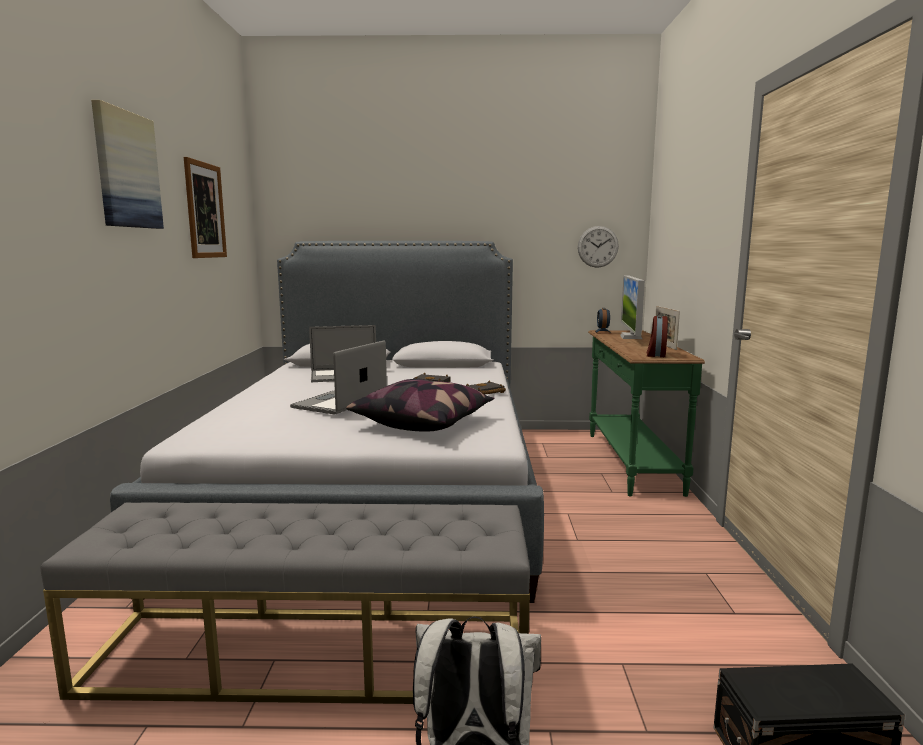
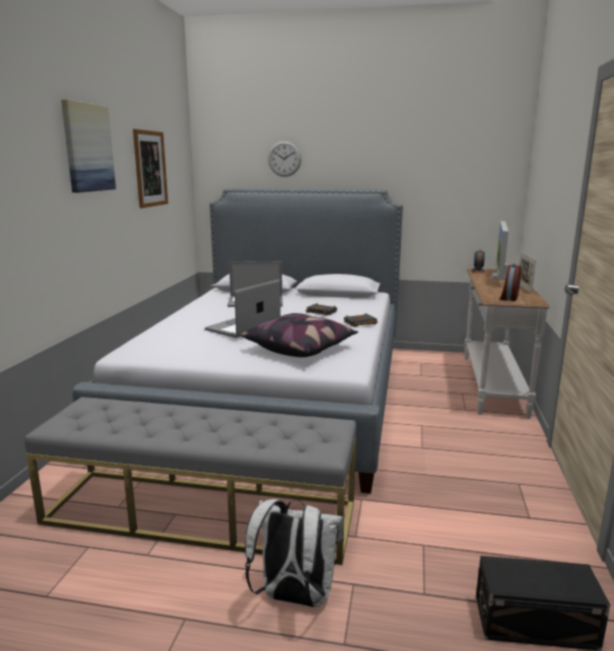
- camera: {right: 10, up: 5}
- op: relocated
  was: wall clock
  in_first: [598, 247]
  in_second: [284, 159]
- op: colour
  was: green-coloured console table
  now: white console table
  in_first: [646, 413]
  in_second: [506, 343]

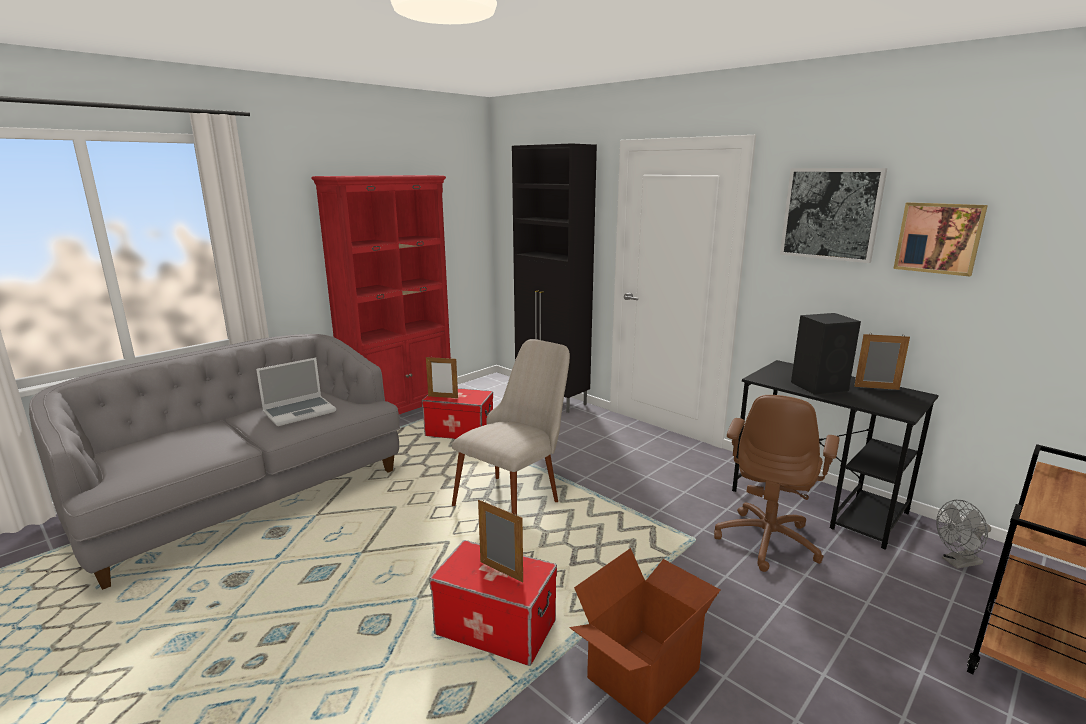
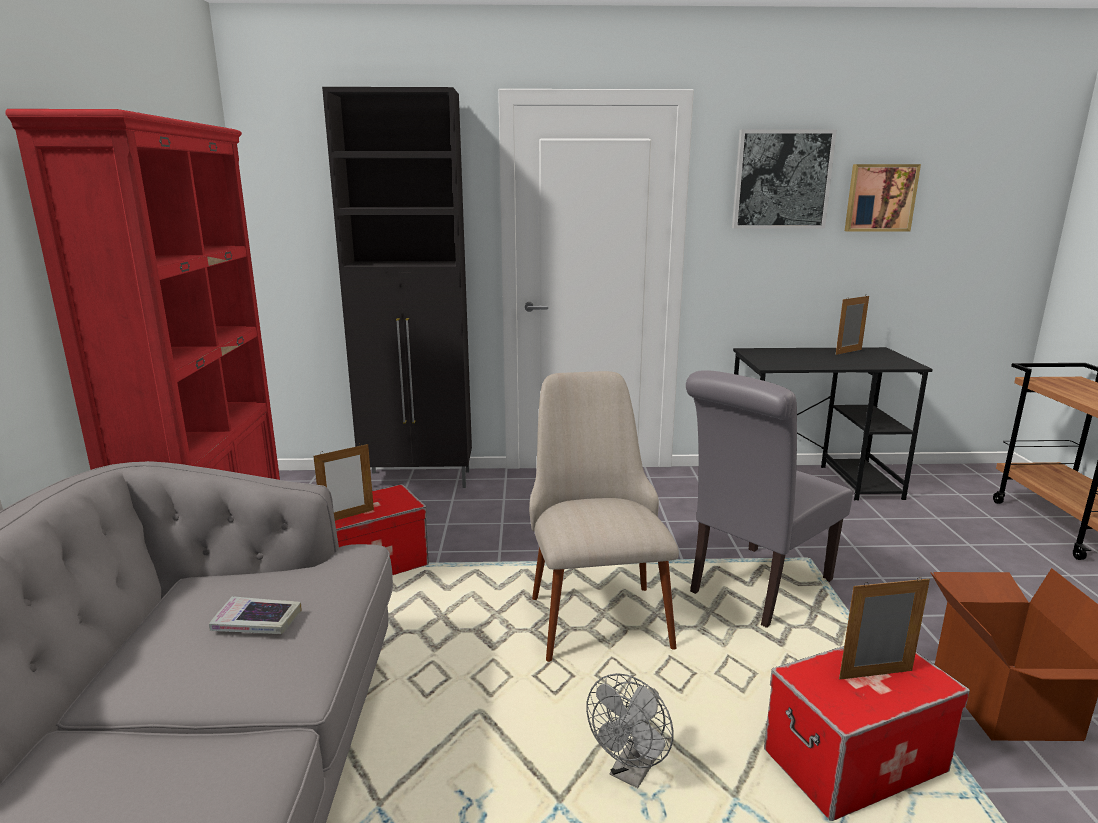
- camera: {right: -45, up: 0}
- op: missing
  was: brownish desk chair
  in_first: [777, 483]
- op: missing
  was: black-coloured loudspeaker
  in_first: [826, 354]
- op: appeared
  now: gray upright chair
  in_second: [769, 499]
- op: relocated
  was: gray fan
  in_first: [963, 534]
  in_second: [630, 730]
- op: exchanged
  was: laptop
  now: bound book
  in_first: [296, 392]
  in_second: [255, 615]

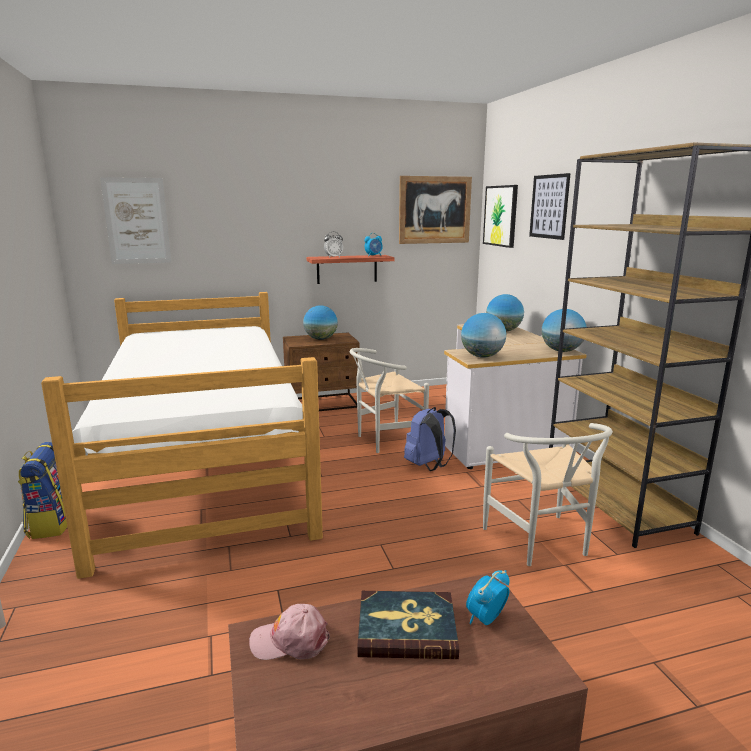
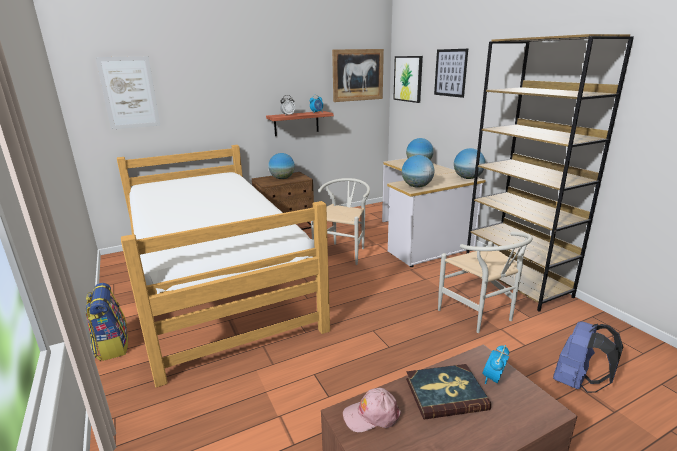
- camera: {right: -10, up: 5}
- op: relocated
  was: blue rucksack
  in_first: [430, 439]
  in_second: [588, 357]
- op: spun
  was: white upright chair
  in_first: [389, 400]
  in_second: [340, 221]
  clockwise: 150

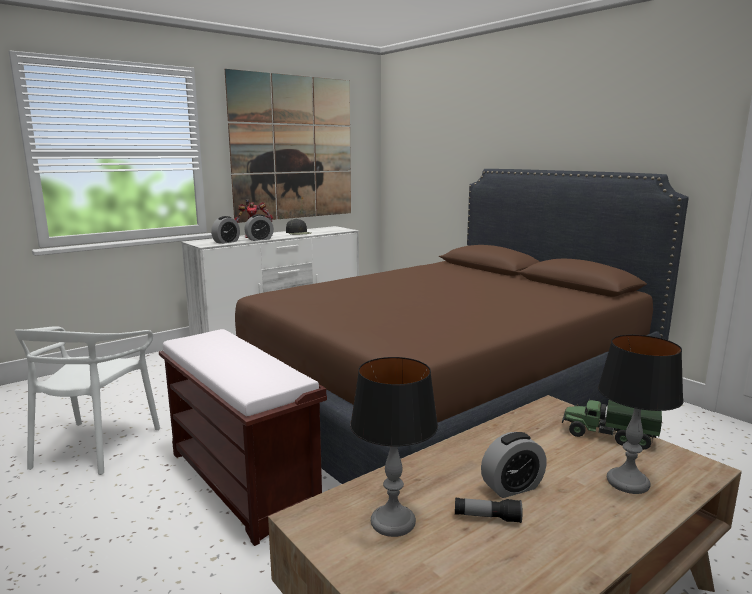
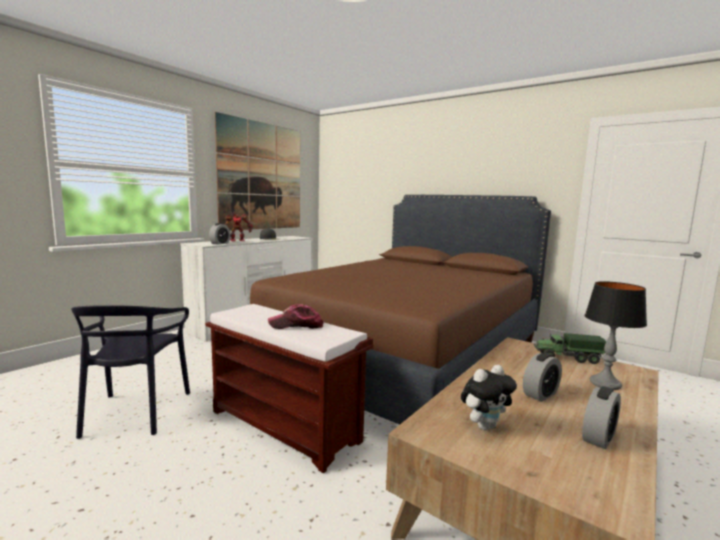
- camera: {right: -15, up: -5}
- op: missing
  was: flashlight
  in_first: [488, 510]
- op: appeared
  now: baseball cap
  in_second: [296, 316]
- op: relocated
  was: bedside clock
  in_first: [259, 227]
  in_second: [601, 417]
- op: exchanged
  was: lamp for a table
  now: plush toy
  in_first: [394, 447]
  in_second: [489, 397]
- op: colour
  was: white upright chair
  now: black-coloured upright chair
  in_first: [87, 400]
  in_second: [130, 372]

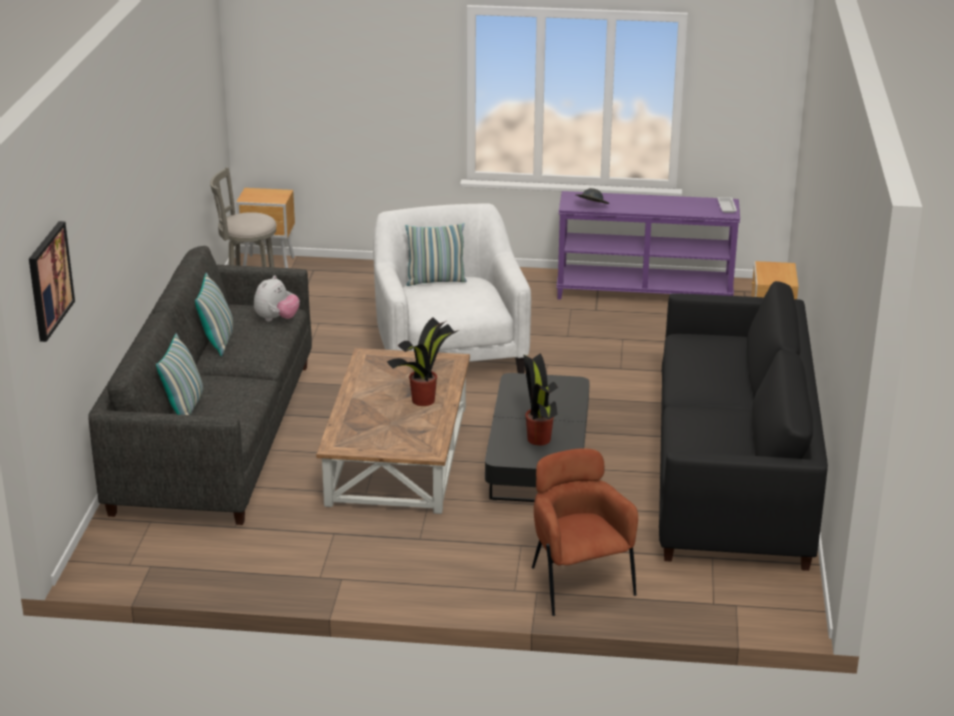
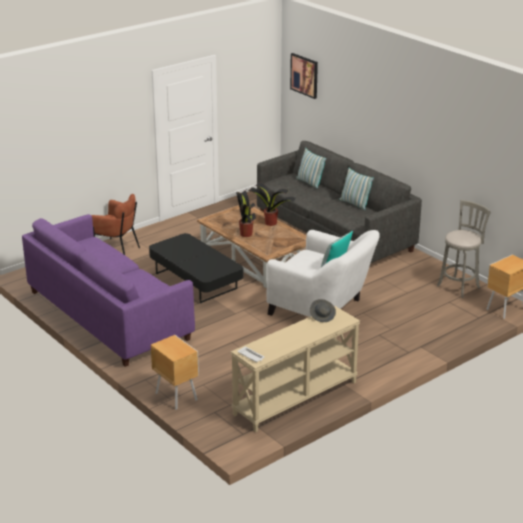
- camera: {right: 135, up: 0}
- op: missing
  was: plush toy
  in_first: [277, 298]
- op: relocated
  was: potted plant
  in_first: [540, 399]
  in_second: [272, 204]
- op: colour
  was: purple-coloured console table
  now: beige console table
  in_first: [648, 245]
  in_second: [295, 369]
- op: colour
  was: black-coloured sofa
  now: purple-coloured sofa
  in_first: [743, 426]
  in_second: [108, 290]

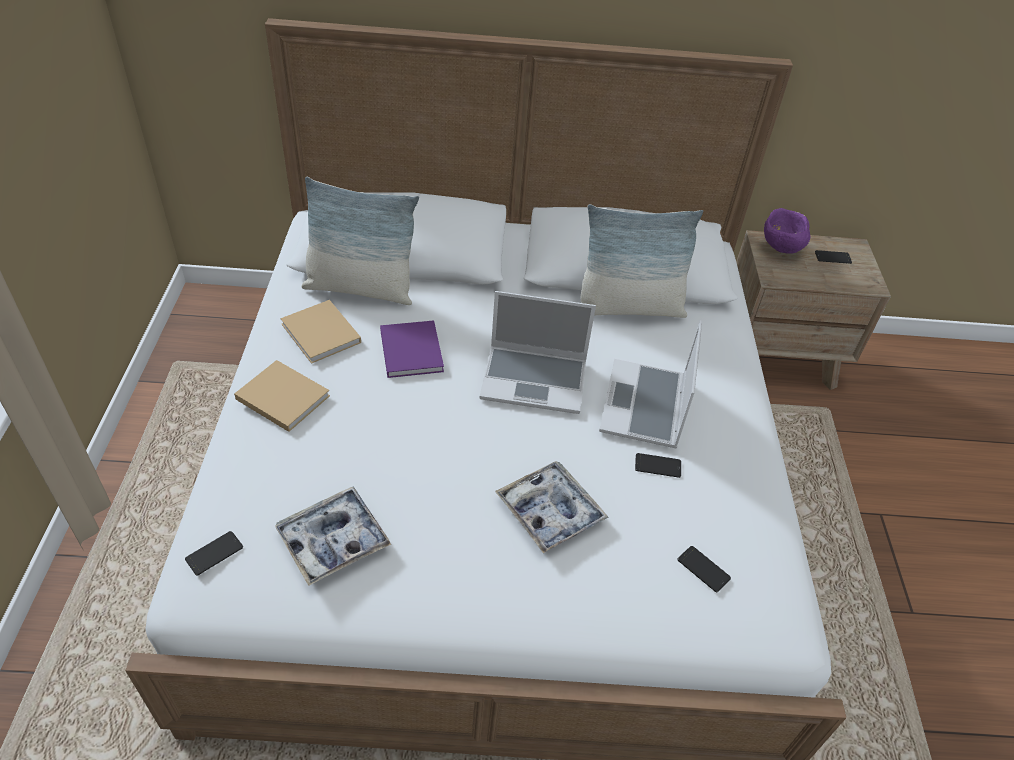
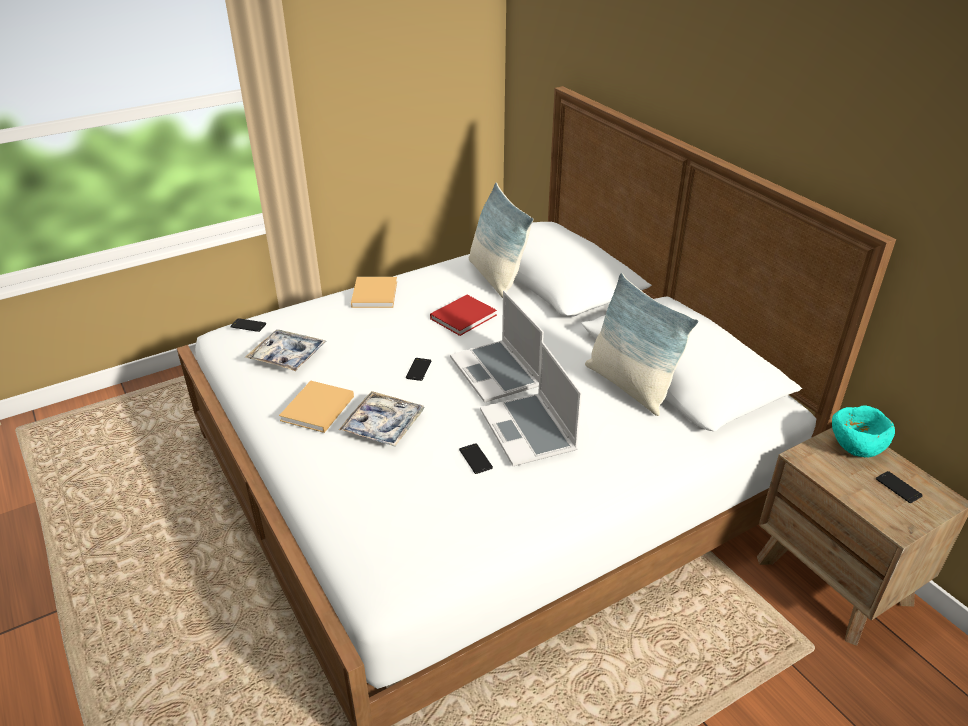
- camera: {right: 60, up: -10}
- op: relocated
  was: beige bound book
  in_first: [320, 332]
  in_second: [316, 406]
- op: relocated
  was: phone
  in_first: [704, 569]
  in_second: [418, 369]
- op: colour
  was: purple-coloured bound book
  now: red-coloured bound book
  in_first: [412, 349]
  in_second: [463, 315]
- op: colour
  was: purple-coloured serving bowl
  now: blue-green serving bowl
  in_first: [787, 231]
  in_second: [863, 431]
- op: spun
  was: laptop
  in_first: [650, 384]
  in_second: [531, 403]
  clockwise: -90

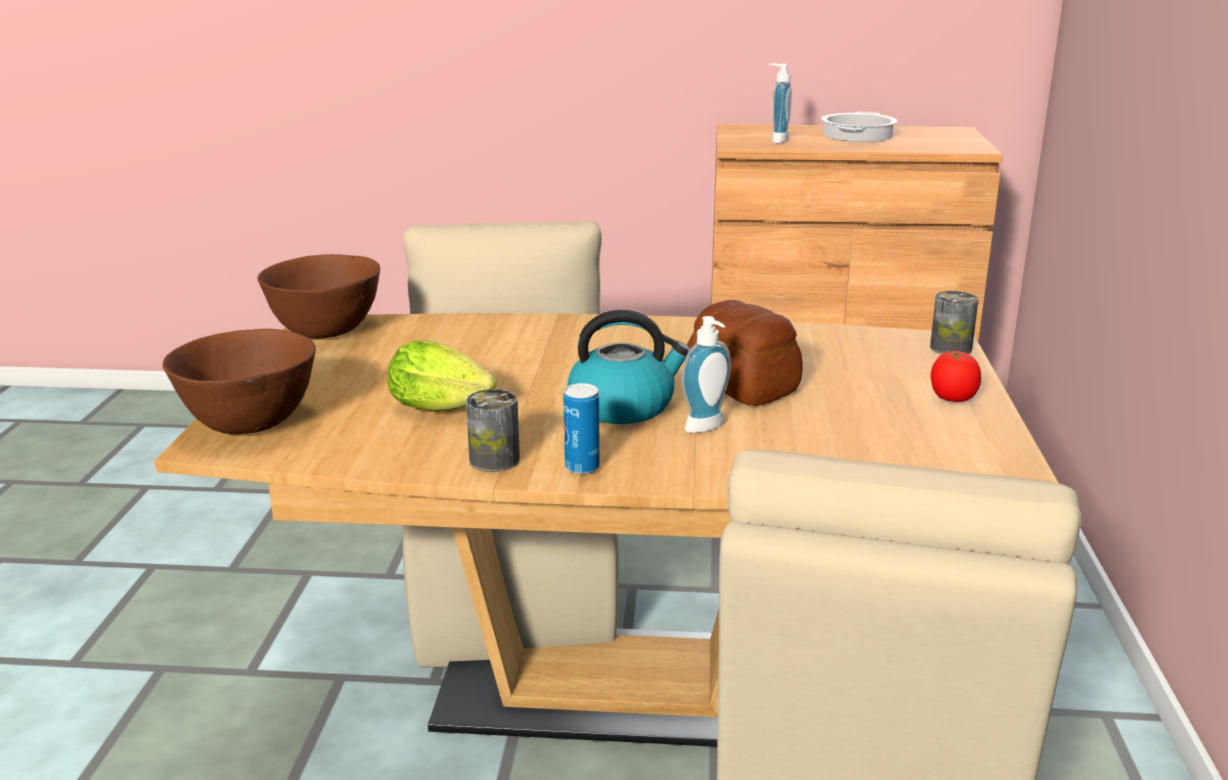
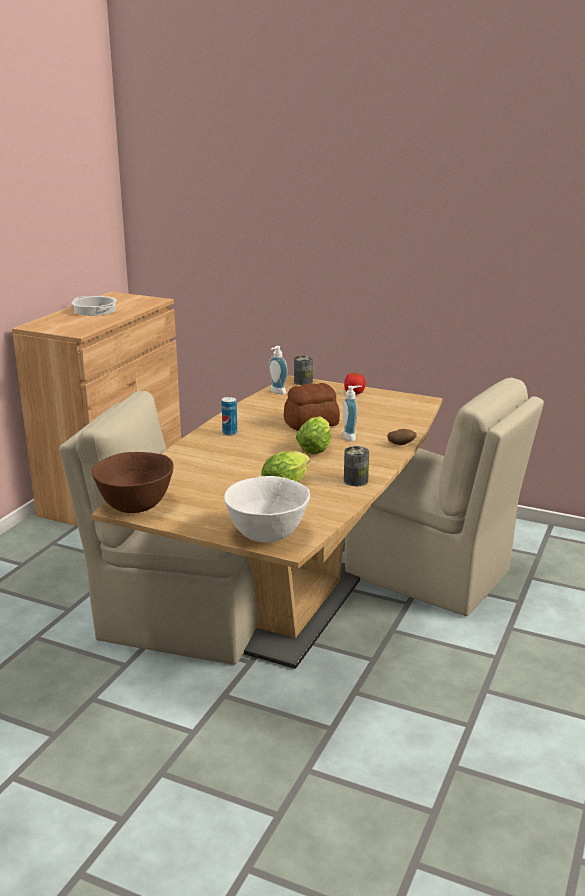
- camera: {right: -70, up: 0}
- op: appeared
  now: whole potato
  in_second: [402, 437]
- op: relocated
  was: metal can
  in_first: [581, 428]
  in_second: [229, 416]
- op: relocated
  was: liquid soap bottle
  in_first: [780, 103]
  in_second: [278, 370]
- op: exchanged
  was: water kettle
  now: head of lettuce
  in_first: [628, 367]
  in_second: [313, 435]
- op: colour
  was: brownish serving bowl
  now: white serving bowl
  in_first: [239, 381]
  in_second: [267, 509]

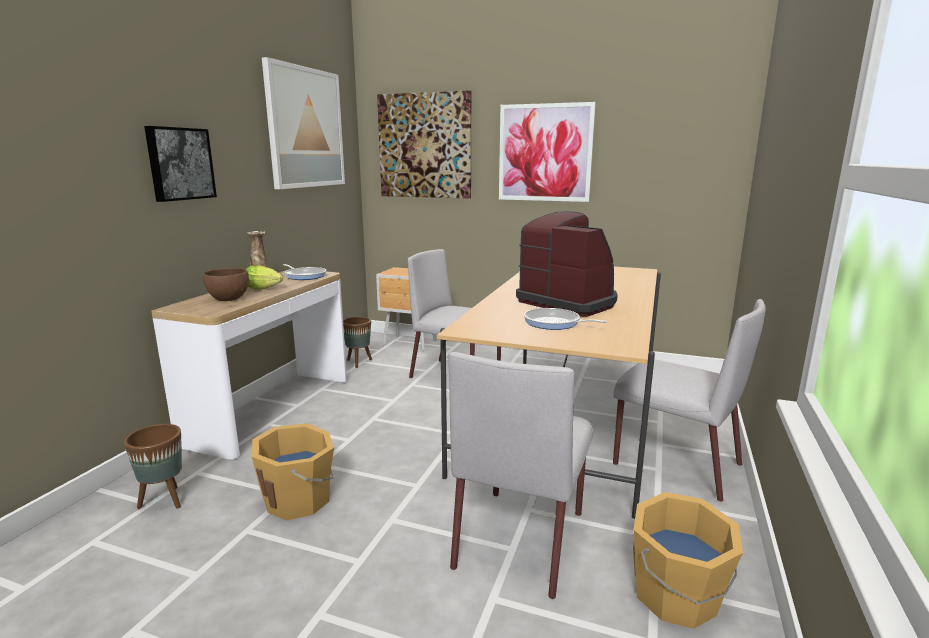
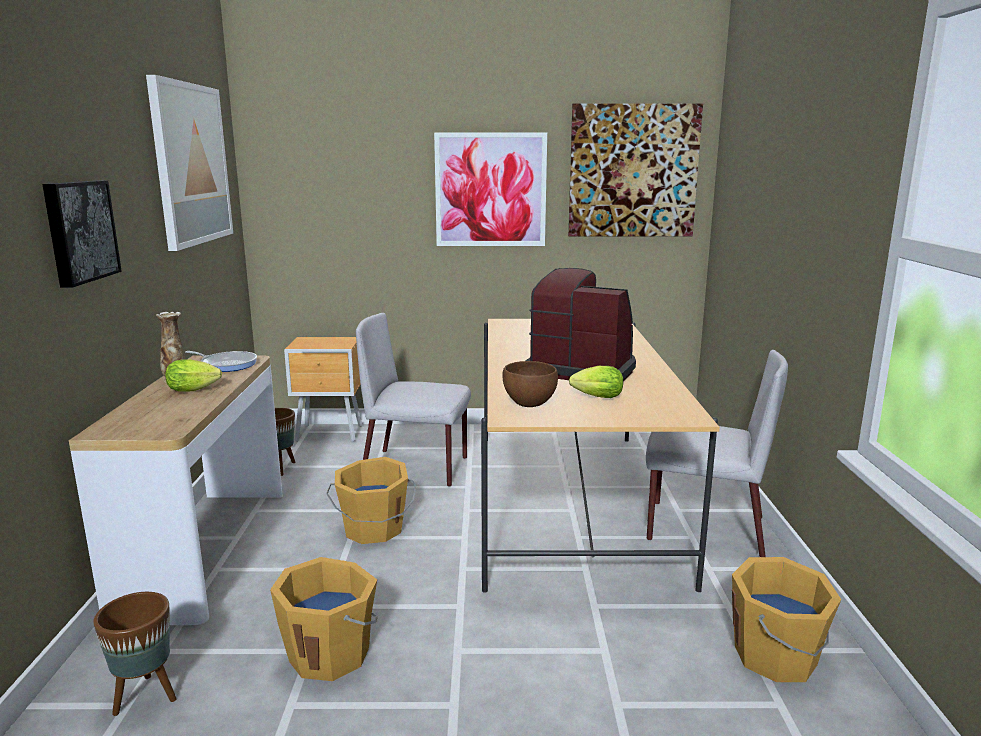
- camera: {right: -20, up: 0}
- op: missing
  was: gray upright chair
  in_first: [520, 475]
- op: appeared
  now: orange bucket
  in_second: [371, 500]
- op: relocated
  was: brownish serving bowl
  in_first: [226, 284]
  in_second: [530, 384]
- op: relocated
  was: wall picture
  in_first: [424, 144]
  in_second: [635, 169]
- op: exchanged
  was: pan
  now: head of lettuce
  in_first: [565, 319]
  in_second: [596, 382]

